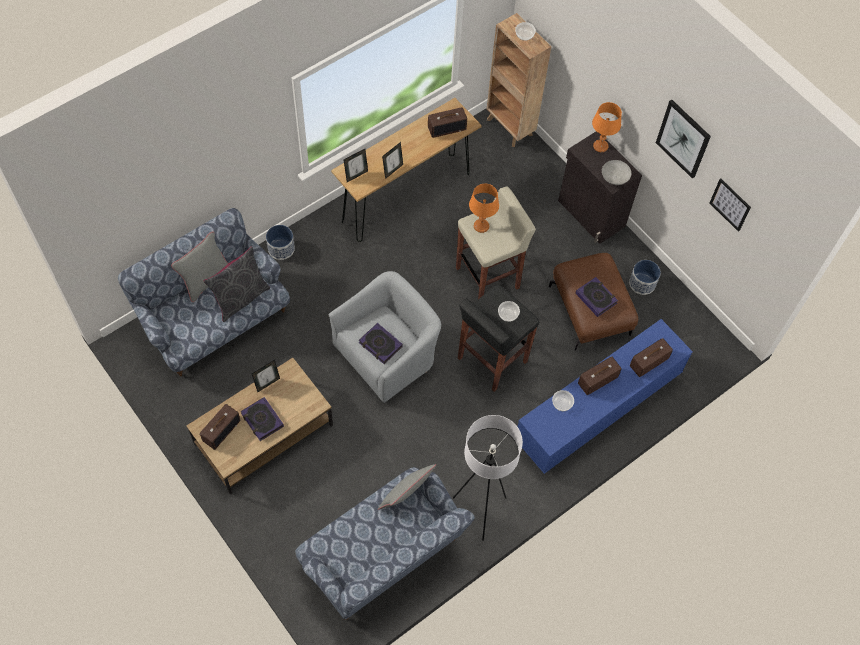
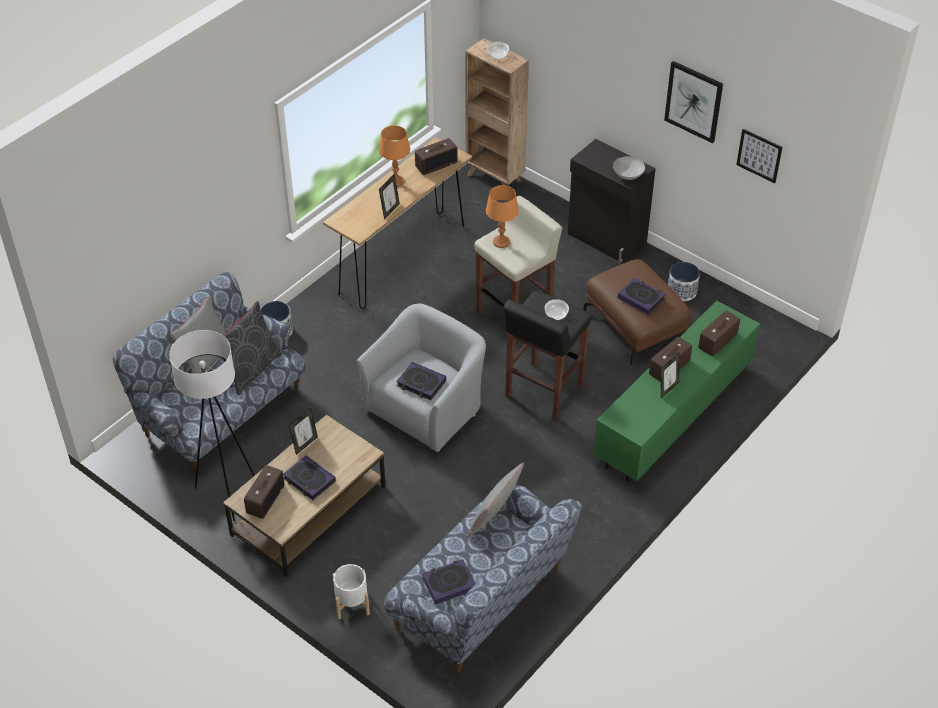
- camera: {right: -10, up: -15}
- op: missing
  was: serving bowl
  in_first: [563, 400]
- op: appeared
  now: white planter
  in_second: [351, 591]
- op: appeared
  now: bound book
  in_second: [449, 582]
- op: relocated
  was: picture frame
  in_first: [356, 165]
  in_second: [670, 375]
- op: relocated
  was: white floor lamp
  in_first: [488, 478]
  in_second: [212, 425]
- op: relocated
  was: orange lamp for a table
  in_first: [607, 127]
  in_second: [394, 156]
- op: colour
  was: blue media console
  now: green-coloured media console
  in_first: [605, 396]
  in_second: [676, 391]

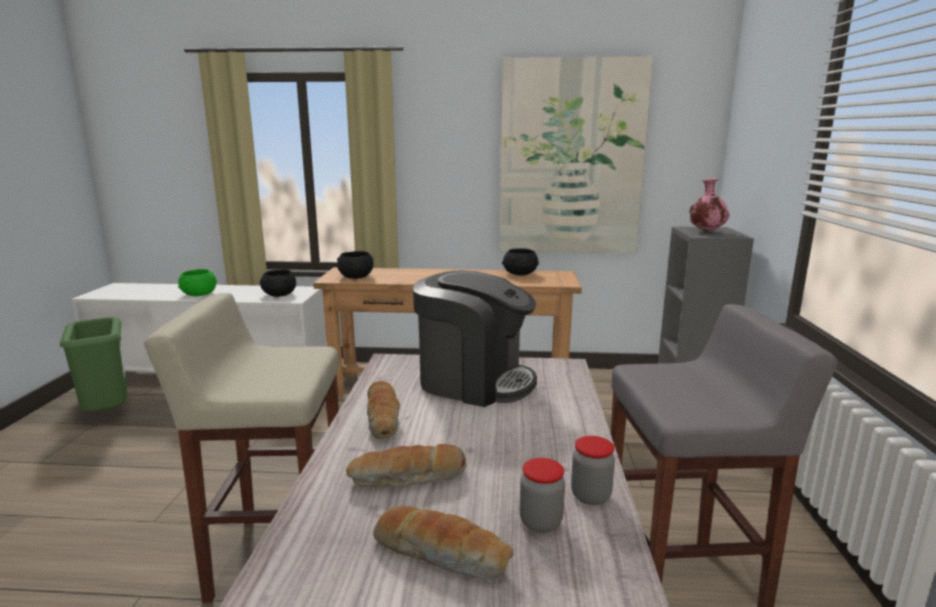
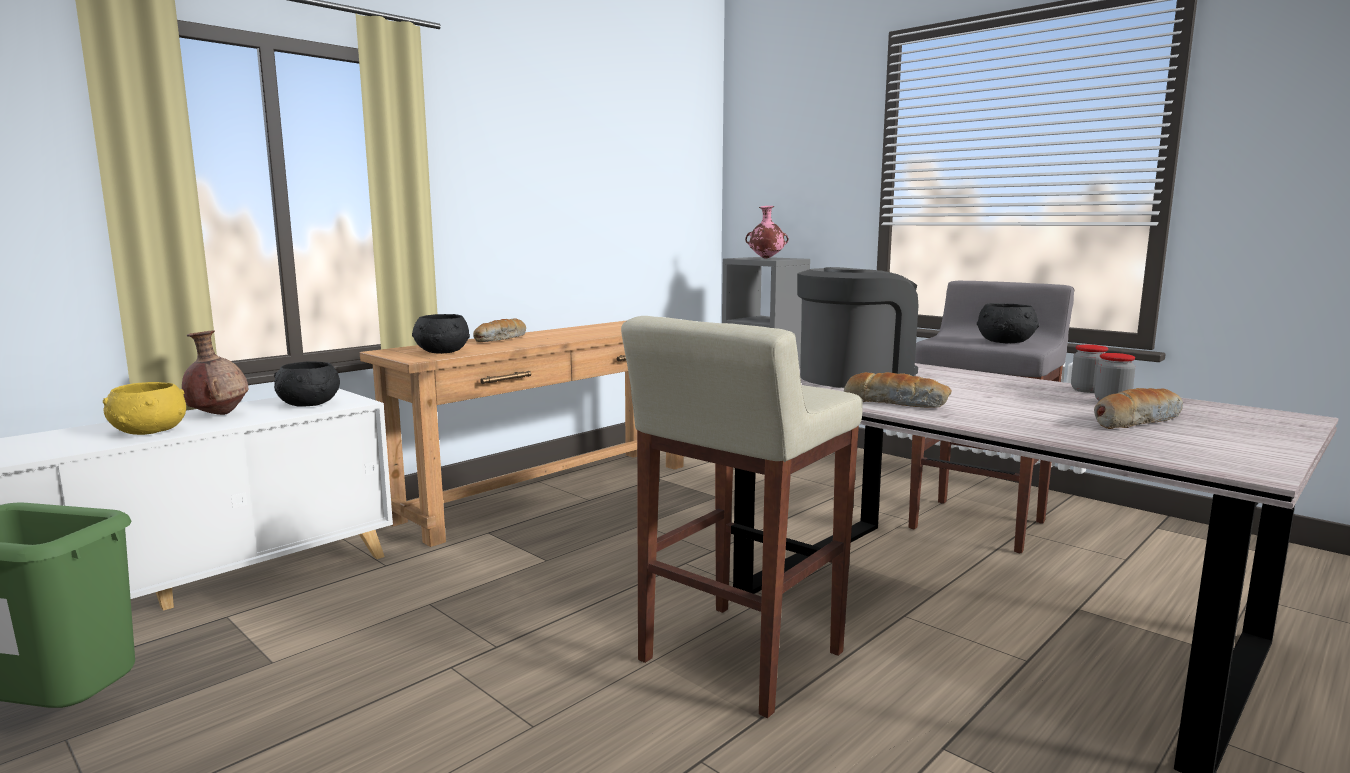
- camera: {right: -50, up: -5}
- op: missing
  was: wall picture
  in_first: [576, 154]
- op: appeared
  now: brownish vase
  in_second: [215, 372]
- op: relocated
  was: baked bread
  in_first: [406, 466]
  in_second: [499, 330]
- op: relocated
  was: black-coloured serving bowl
  in_first: [520, 262]
  in_second: [1008, 323]
- op: colour
  was: green-coloured serving bowl
  now: yellowish serving bowl
  in_first: [197, 282]
  in_second: [144, 408]

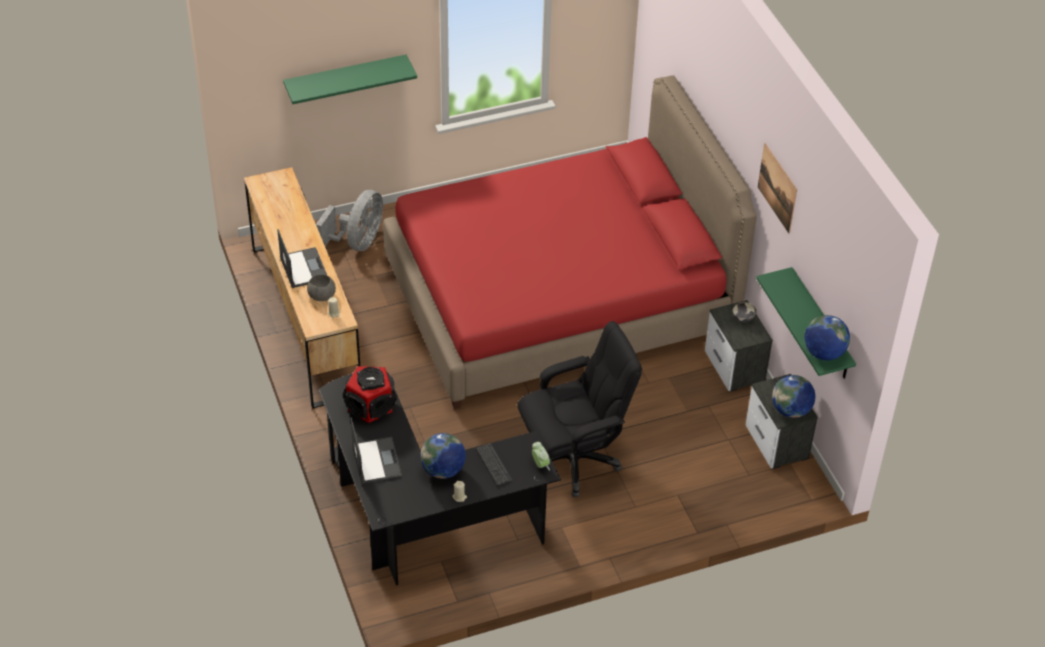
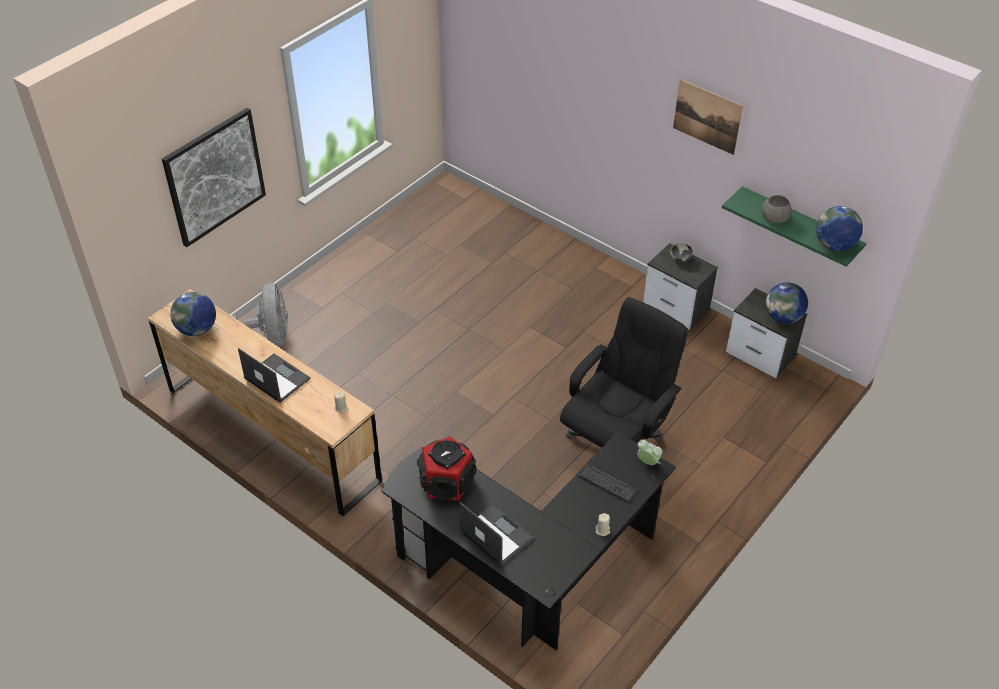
- camera: {right: -30, up: 0}
- op: missing
  was: red-coloured sleeping bed
  in_first: [570, 242]
- op: relocated
  was: gray serving bowl
  in_first: [321, 287]
  in_second: [777, 209]
- op: relocated
  was: globe
  in_first: [443, 456]
  in_second: [193, 314]
- op: exchanged
  was: green-coloured shelf
  now: wall picture
  in_first: [350, 79]
  in_second: [214, 177]

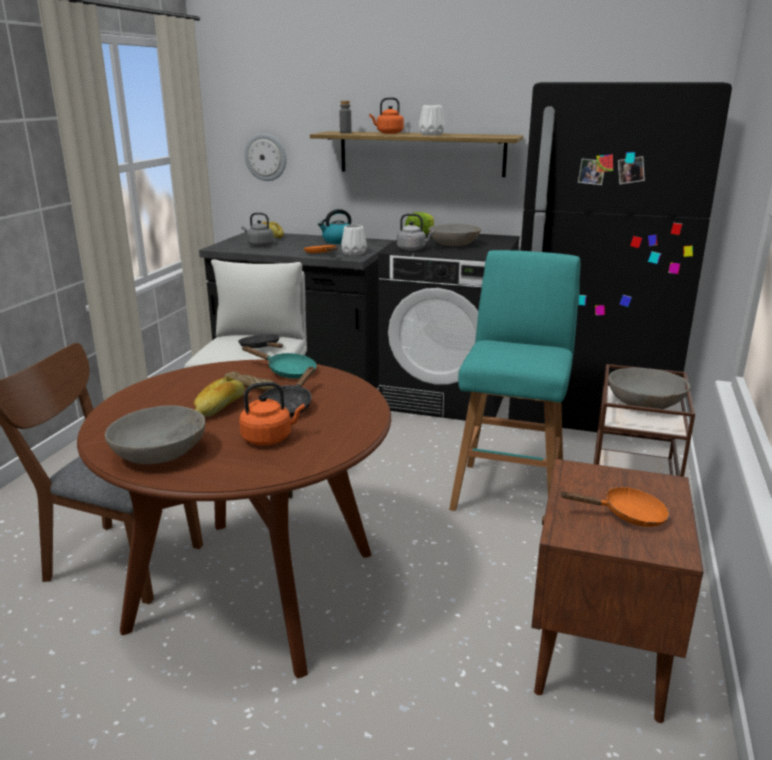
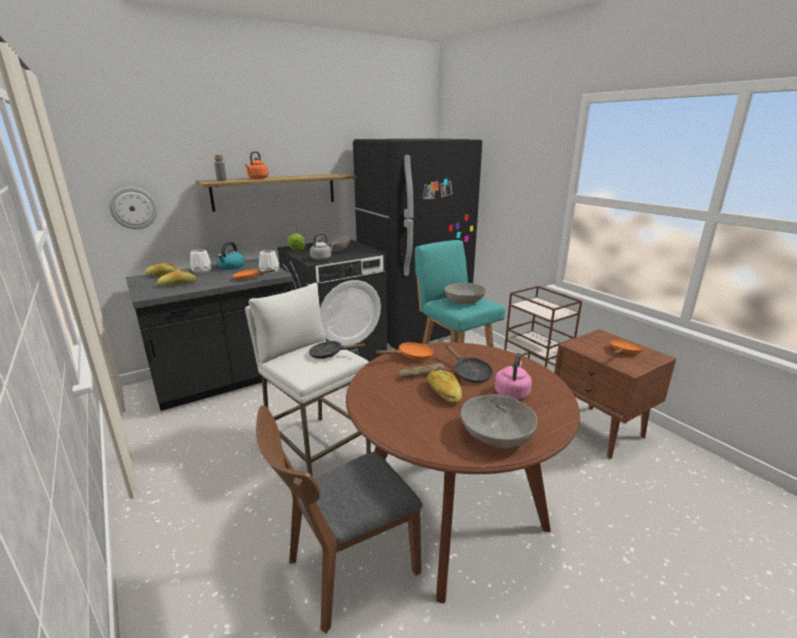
- camera: {right: -50, up: 0}
- op: relocated
  was: white vase
  in_first: [432, 120]
  in_second: [201, 261]
- op: relocated
  was: gray serving bowl
  in_first: [649, 388]
  in_second: [465, 293]
- op: exchanged
  was: gray water kettle
  now: baked bread
  in_first: [257, 230]
  in_second: [177, 278]
- op: colour
  was: orange water kettle
  now: pink water kettle
  in_first: [272, 414]
  in_second: [513, 376]
- op: colour
  was: blue-green pan
  now: orange pan
  in_first: [279, 362]
  in_second: [405, 351]

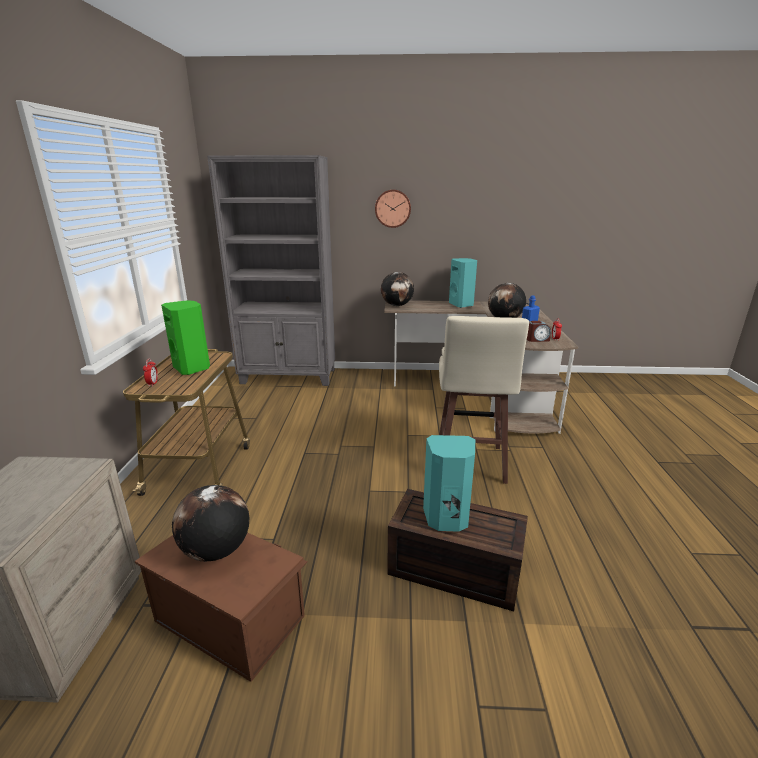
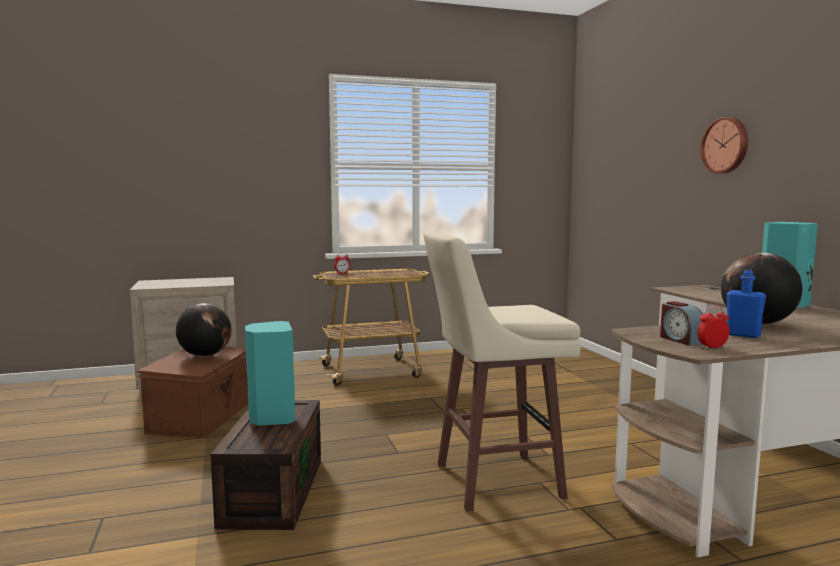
- camera: {right: 70, up: -15}
- op: missing
  was: green-coloured loudspeaker
  in_first: [185, 337]
- op: missing
  was: gray bookshelf
  in_first: [271, 270]
- op: missing
  was: globe
  in_first: [397, 289]

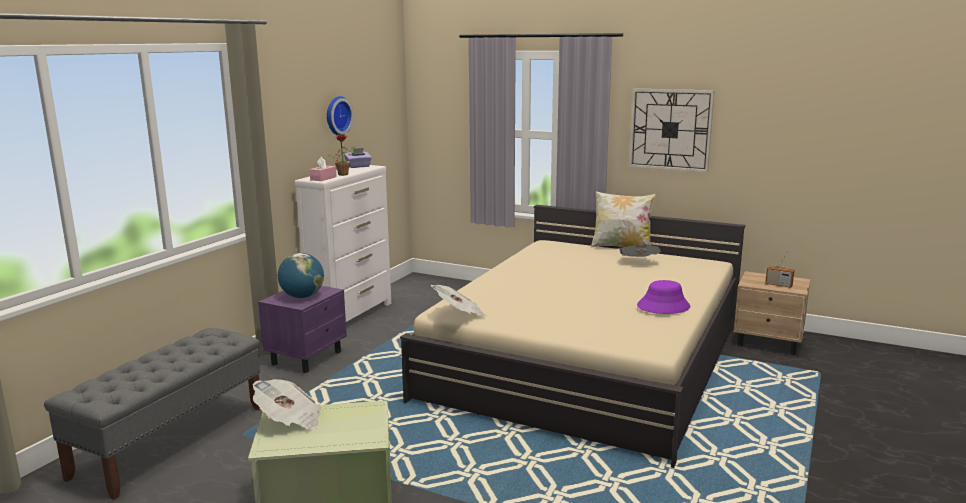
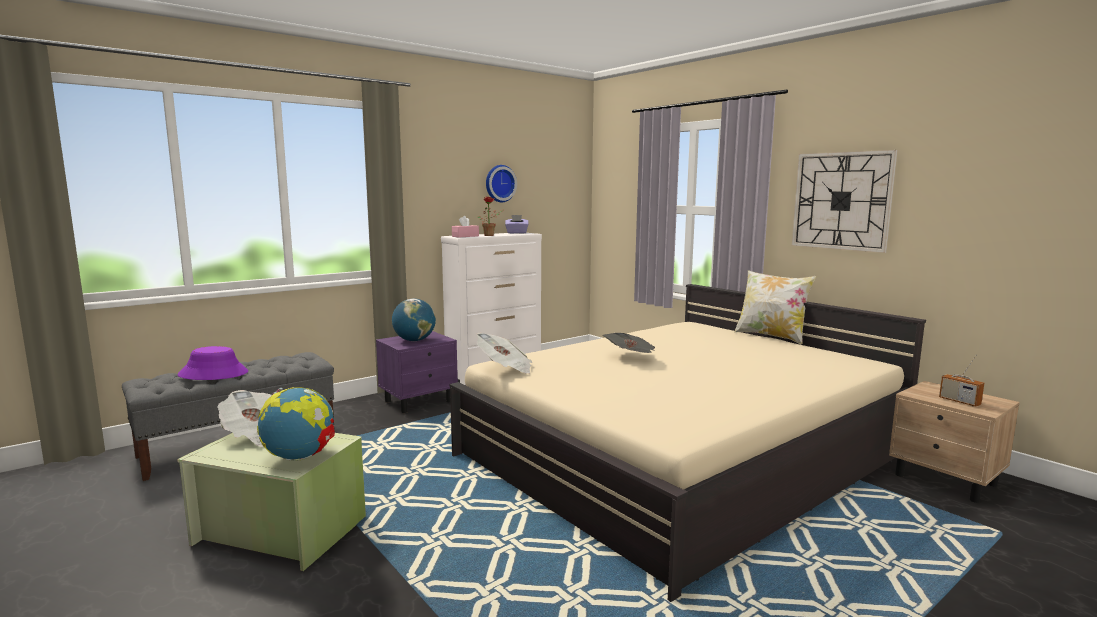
- camera: {right: 25, up: -5}
- op: appeared
  now: globe
  in_second: [296, 424]
- op: relocated
  was: daily paper
  in_first: [640, 250]
  in_second: [629, 343]
- op: relocated
  was: purple-coloured wearable hat
  in_first: [663, 297]
  in_second: [213, 363]

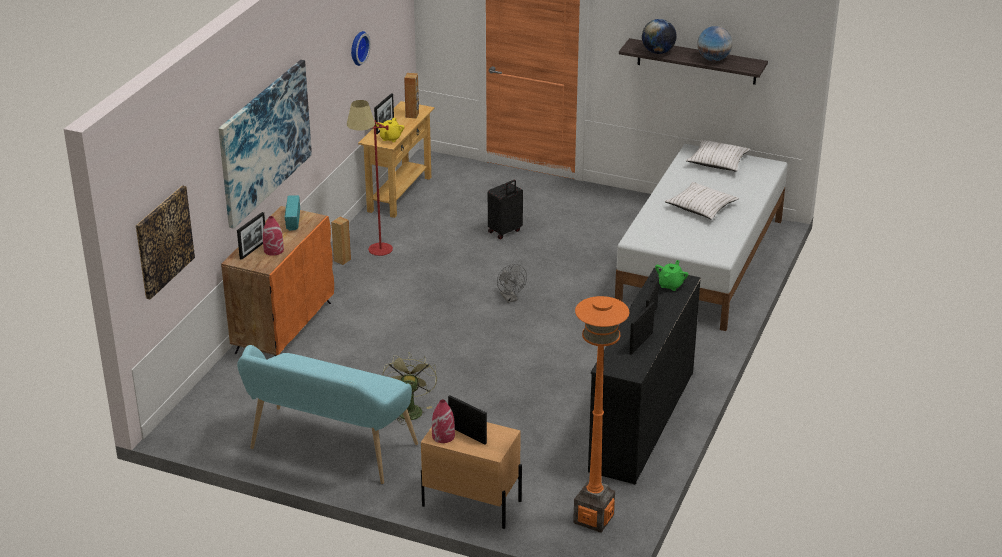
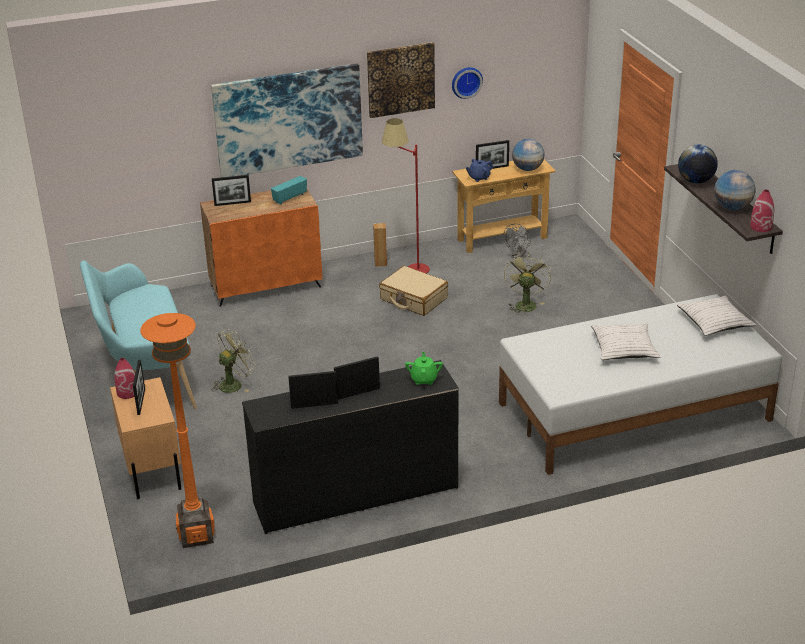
- camera: {right: 50, up: 0}
- op: appeared
  now: beige piece of luggage
  in_second: [413, 291]
- op: relocated
  was: wall picture
  in_first: [165, 243]
  in_second: [401, 80]
- op: relocated
  was: red-coloured vase
  in_first: [273, 236]
  in_second: [762, 210]
- op: relocated
  was: gray fan
  in_first: [512, 283]
  in_second: [517, 241]
- op: exchanged
  was: brownish loudspeaker
  now: globe
  in_first: [411, 95]
  in_second: [528, 155]
- op: exchanged
  was: black-coloured piece of luggage
  now: green-coloured fan
  in_first: [505, 209]
  in_second: [527, 284]
- op: colour
  was: yellowish teapot
  now: blue teapot
  in_first: [390, 130]
  in_second: [479, 170]
- op: spun
  was: green-coloured teapot
  in_first: [671, 275]
  in_second: [424, 368]
  clockwise: -75

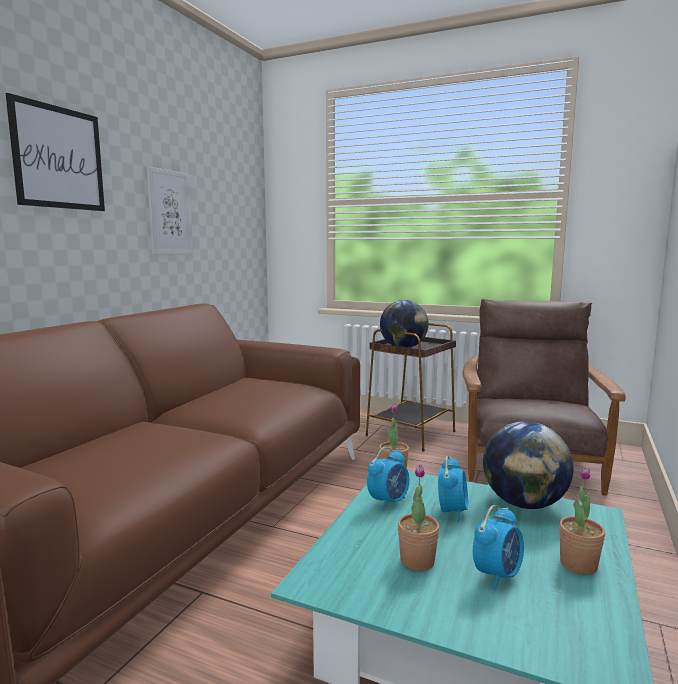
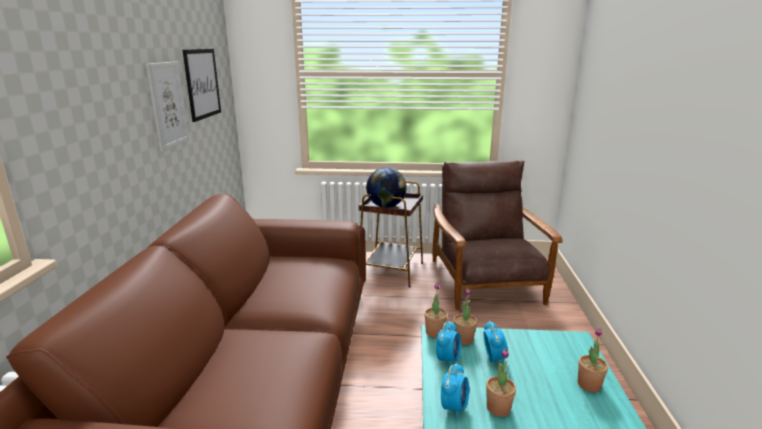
- camera: {right: -20, up: 10}
- op: missing
  was: globe
  in_first: [528, 465]
- op: appeared
  now: potted plant
  in_second: [465, 316]
- op: relocated
  was: wall picture
  in_first: [55, 152]
  in_second: [201, 85]
- op: relocated
  was: bedside clock
  in_first: [498, 547]
  in_second: [455, 391]

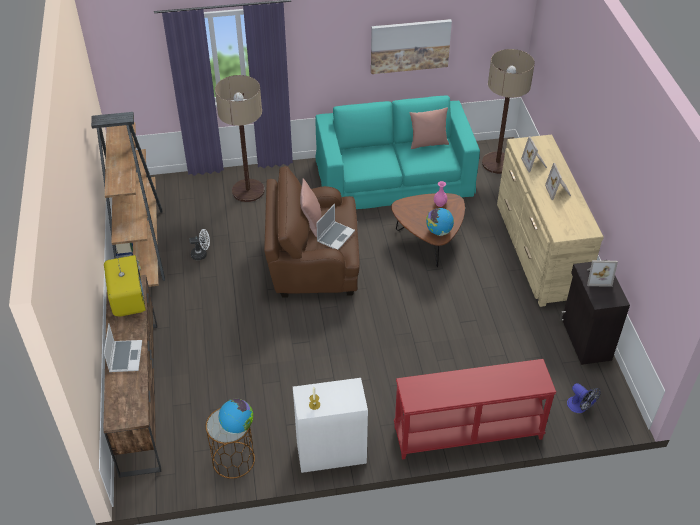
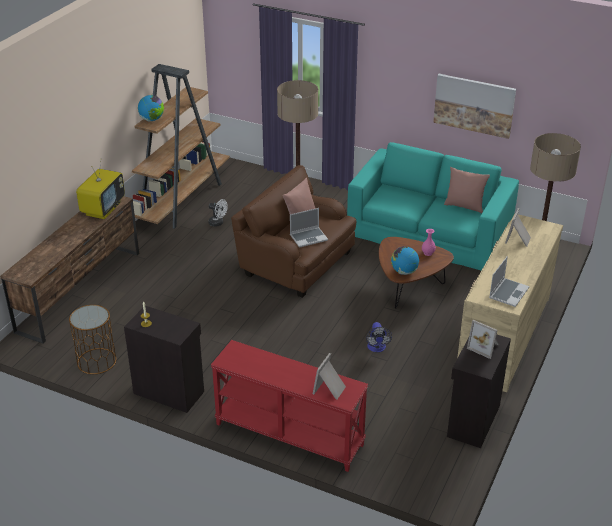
- camera: {right: 35, up: -10}
- op: relocated
  was: laptop
  in_first: [123, 347]
  in_second: [509, 281]
- op: relocated
  was: globe
  in_first: [236, 416]
  in_second: [151, 108]
- op: relocated
  was: picture frame
  in_first: [558, 181]
  in_second: [329, 376]
- op: relocated
  was: fan
  in_first: [584, 398]
  in_second: [379, 337]
- op: colour
  was: white cupboard
  now: black-coloured cupboard
  in_first: [330, 425]
  in_second: [164, 359]

